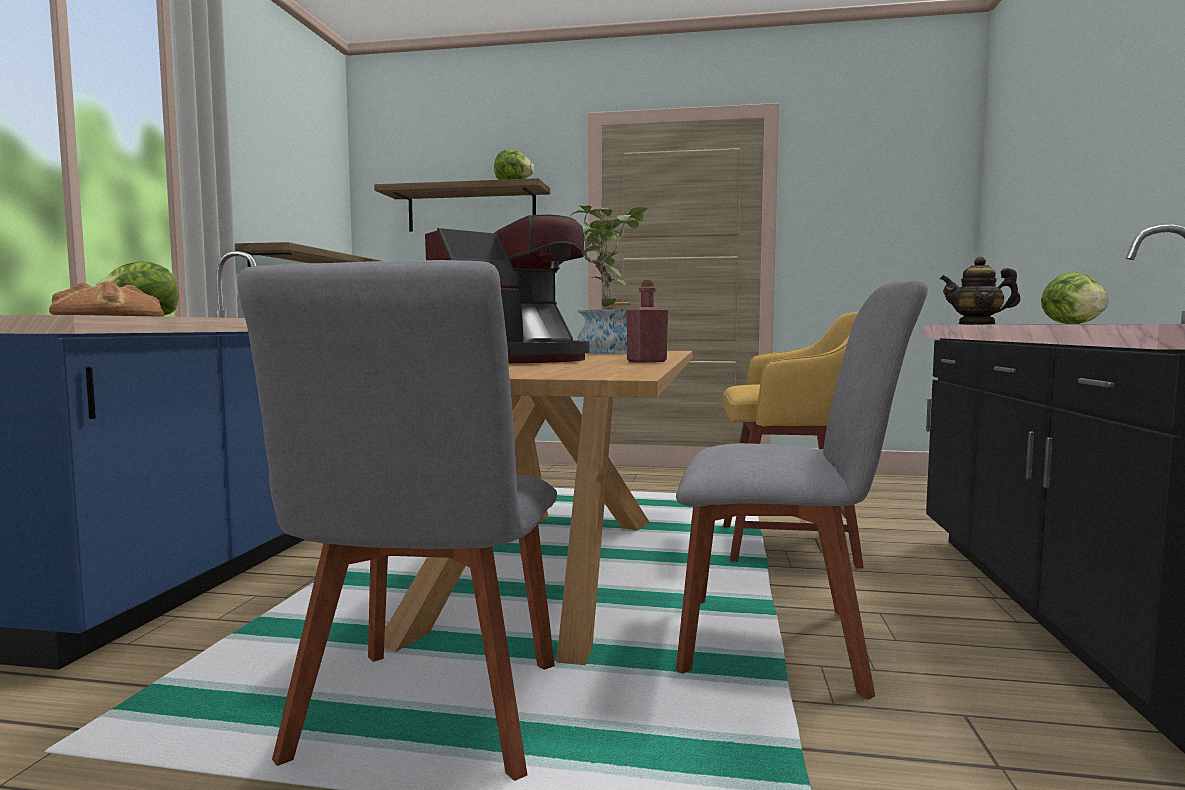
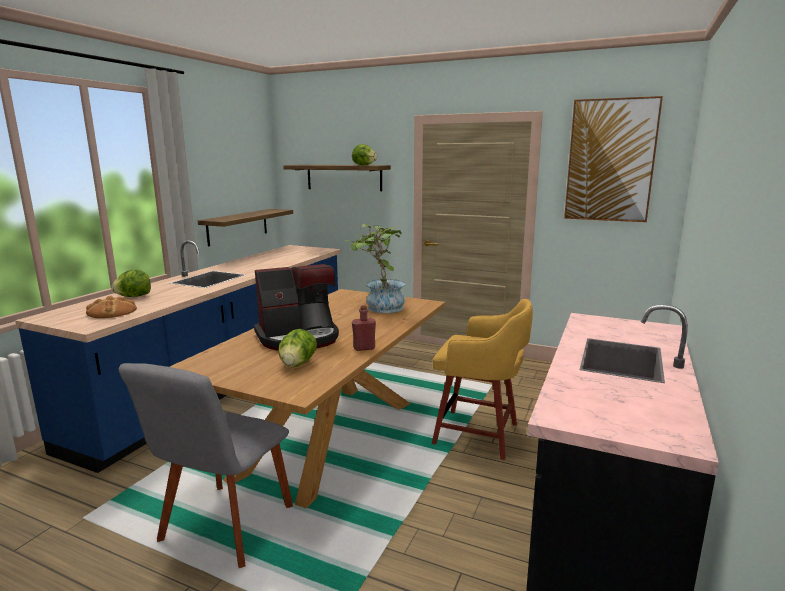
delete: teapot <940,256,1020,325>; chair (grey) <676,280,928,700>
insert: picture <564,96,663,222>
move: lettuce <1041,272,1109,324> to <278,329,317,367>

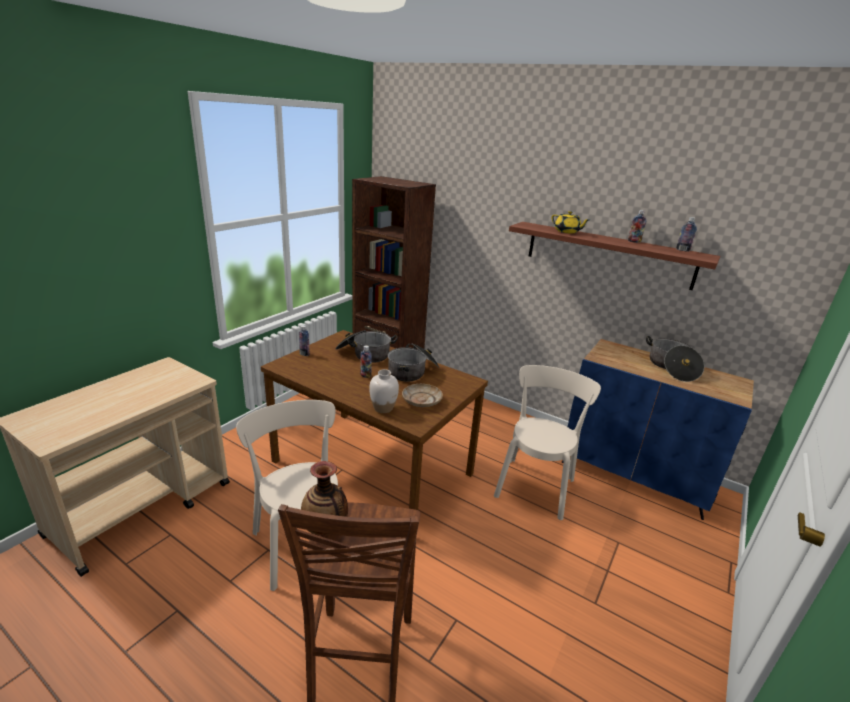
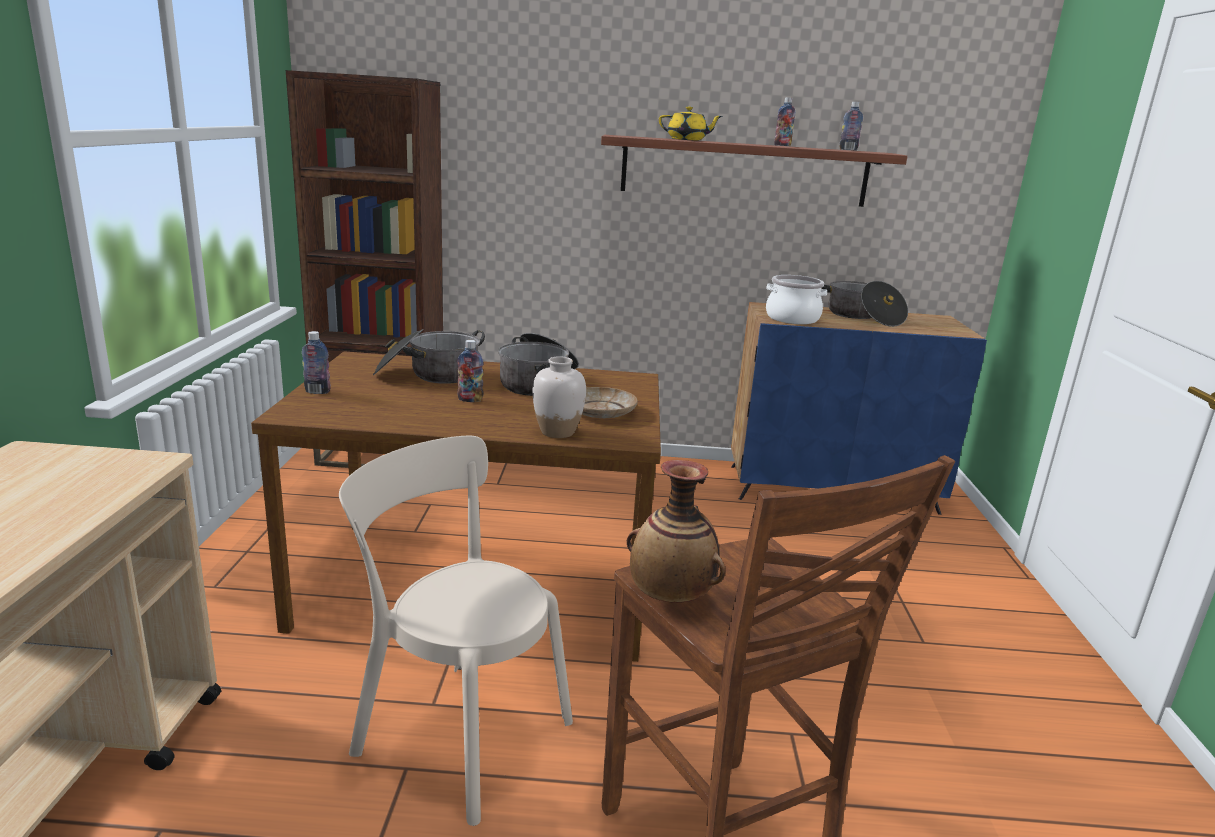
delete: chair (beige) <494,365,601,520>
insert: cooking pot <766,275,827,324>

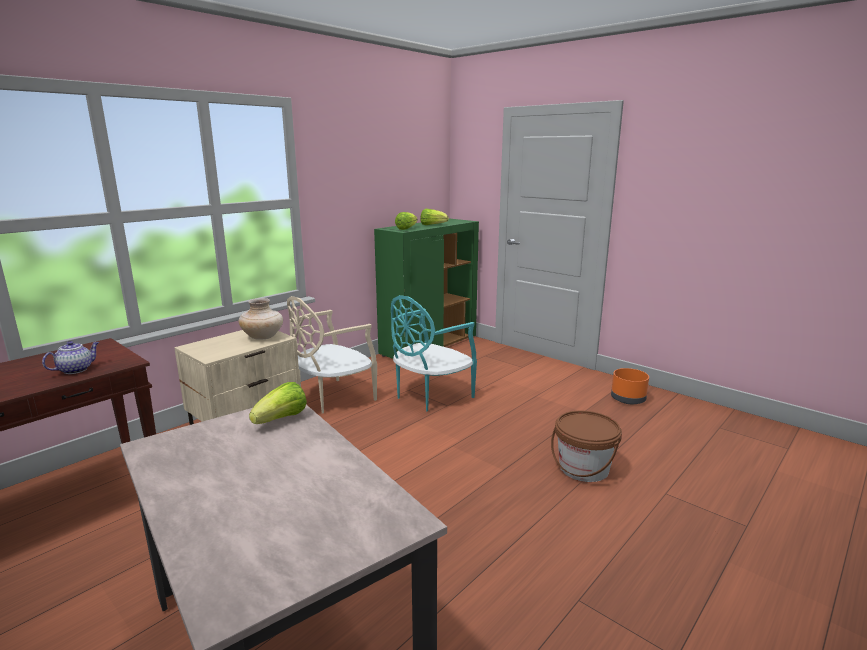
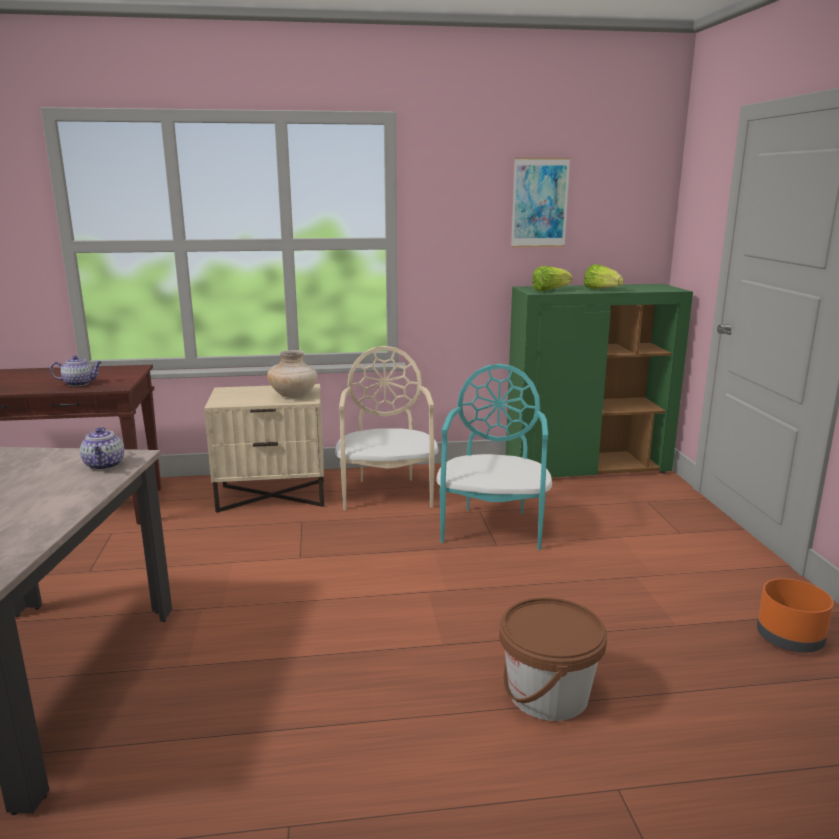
insert: picture <511,157,570,247>
replace: lettuce <249,382,307,424> to teapot <80,427,124,470>
rotate: chair (turquoise) <391,295,477,411> = <436,364,552,550> 105 degrees clockwise; chair (beige) <287,296,377,414> = <335,346,438,510> 90 degrees clockwise

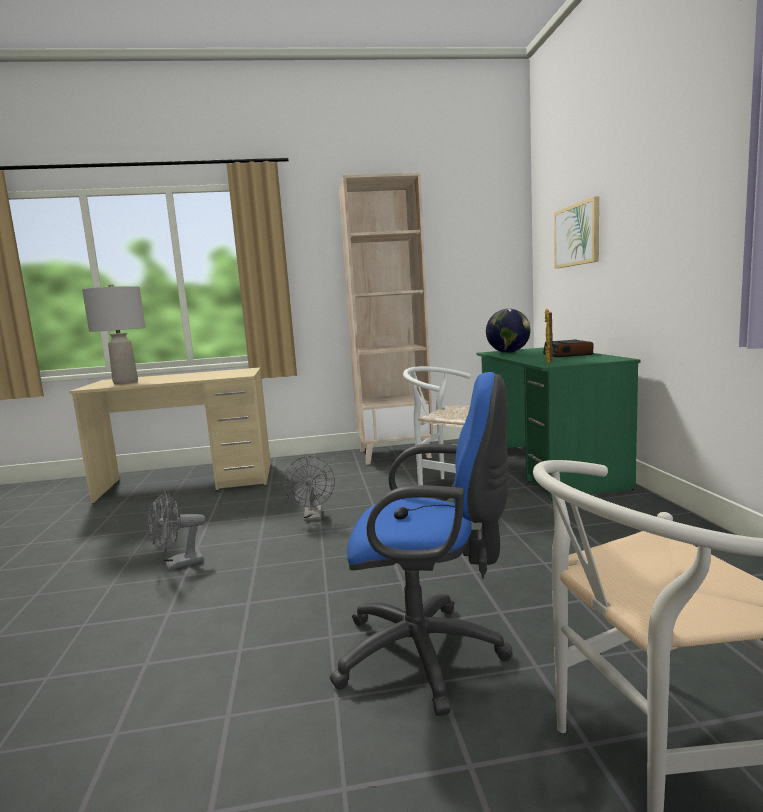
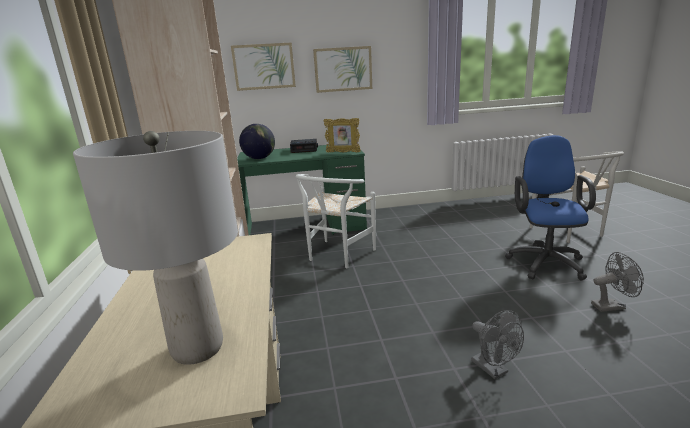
insert: picture <313,46,372,93>
move: fan (grey) <283,456,335,521> to <591,252,644,312>

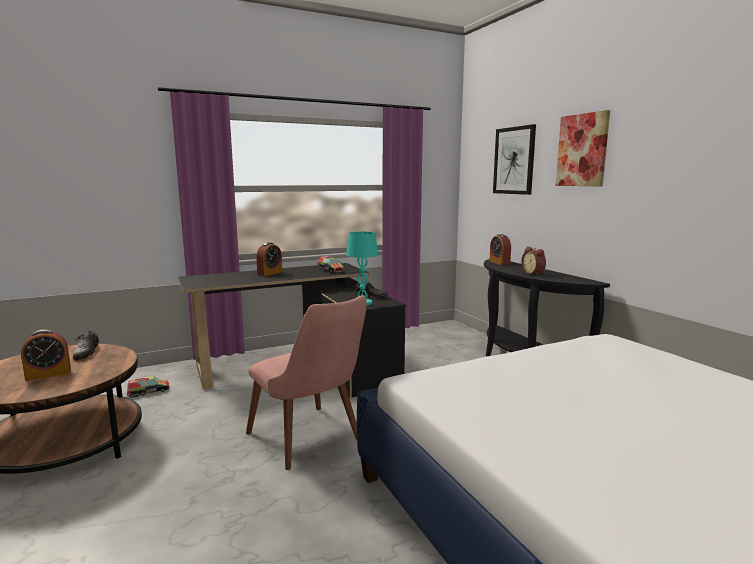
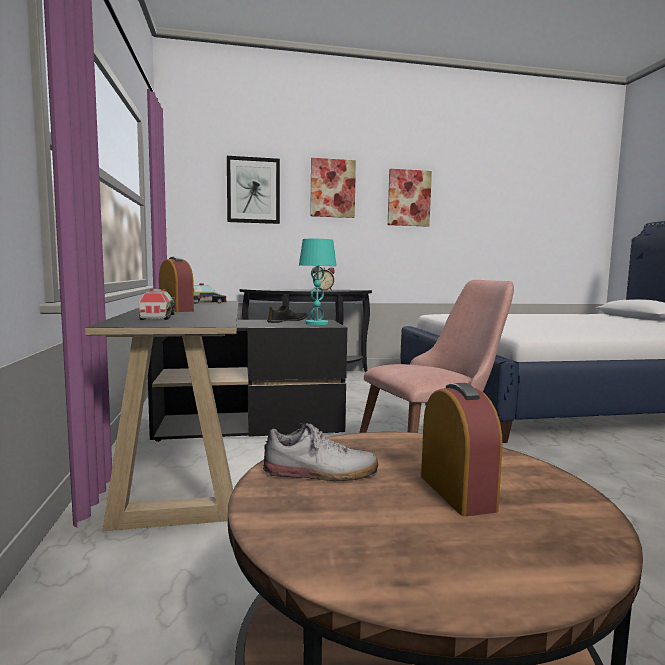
delete: alarm clock <489,234,511,265>
insert: picture <388,169,432,227>
move: toy truck <127,376,170,398> to <139,289,175,320>

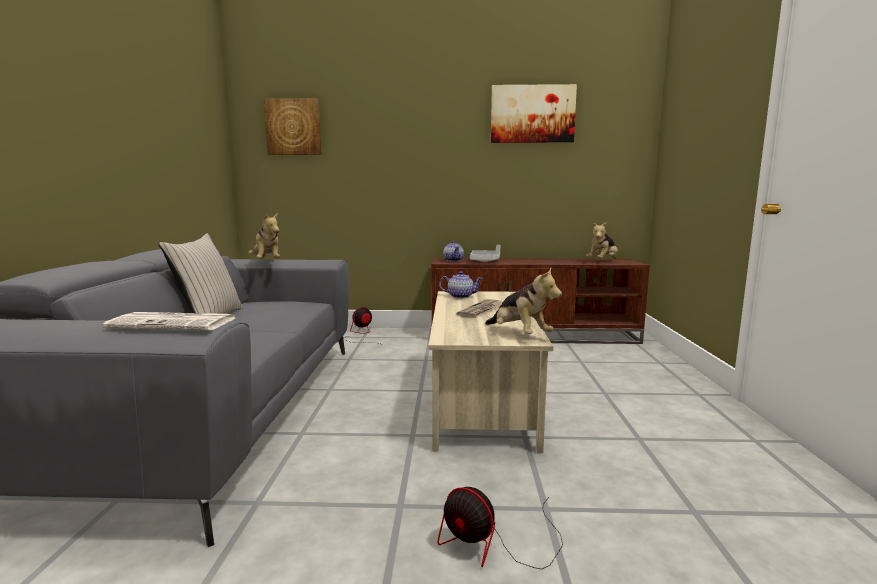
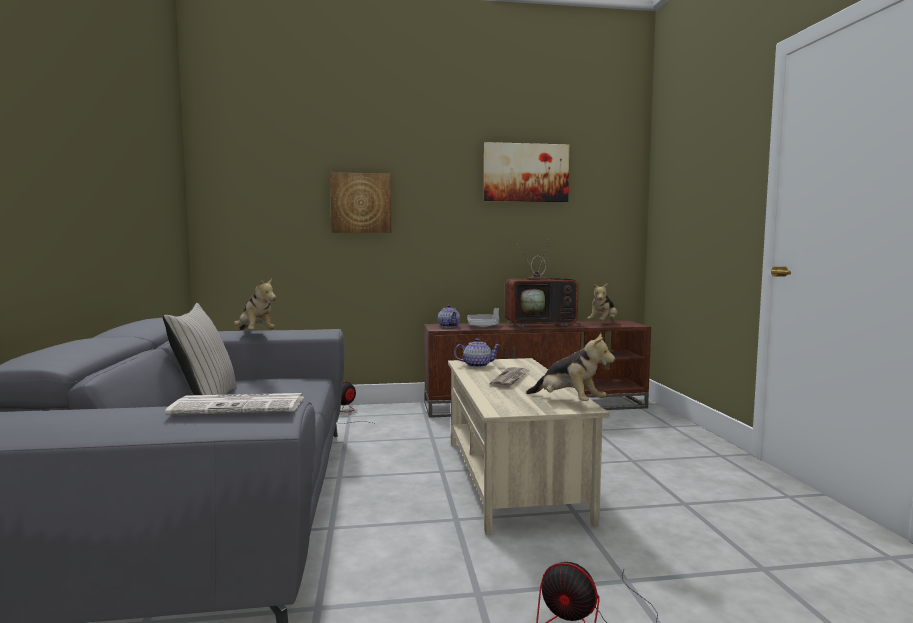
insert: television <505,239,582,328>
move: picture <264,98,321,155> to <330,172,391,233>

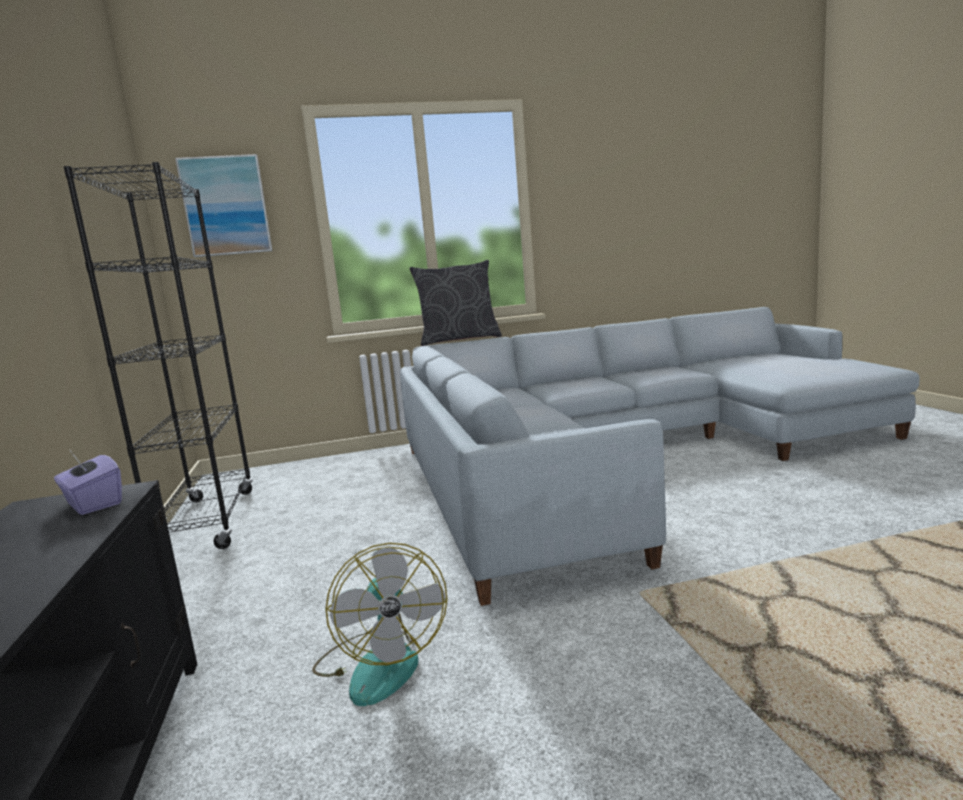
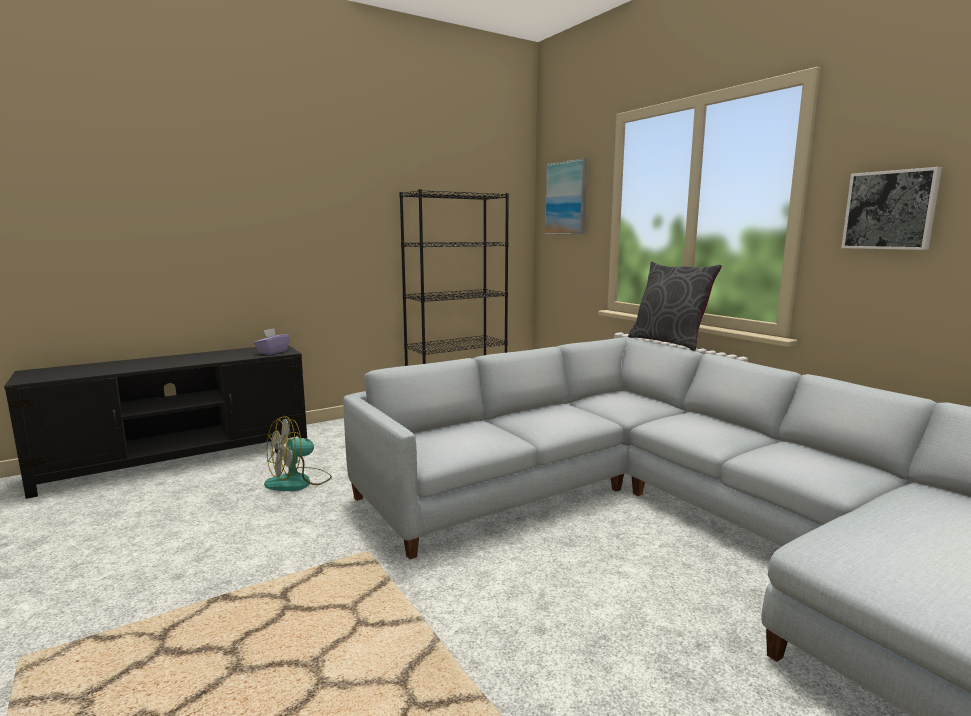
insert: picture <841,167,942,250>

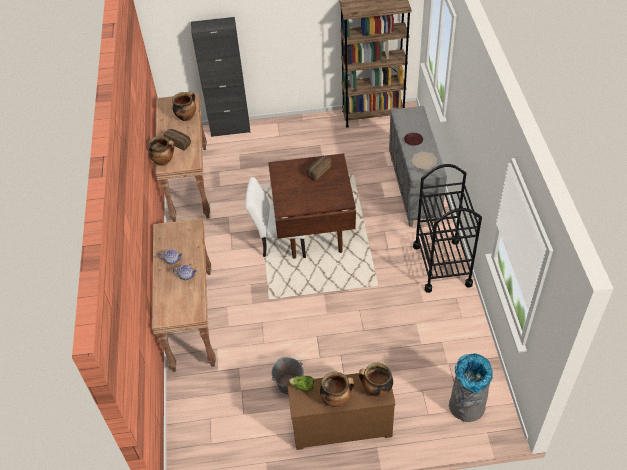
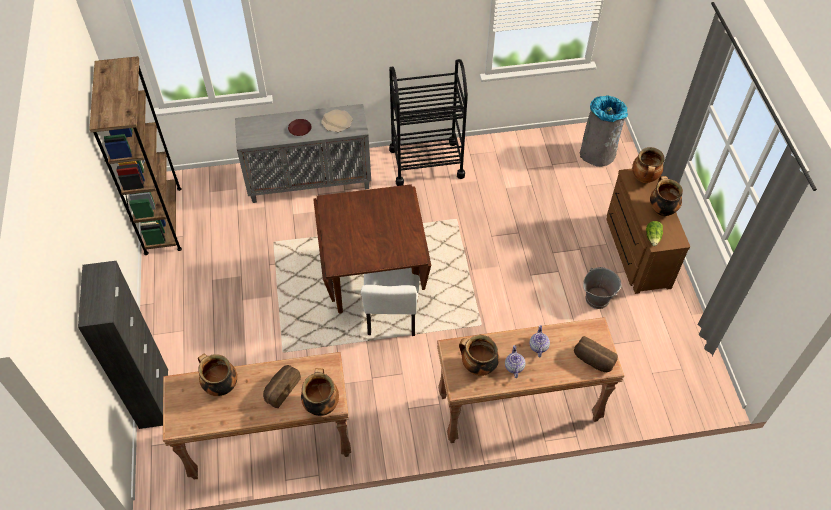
insert: cooking pot <459,335,499,376>
move: bread <307,156,331,181> to <574,336,618,372>

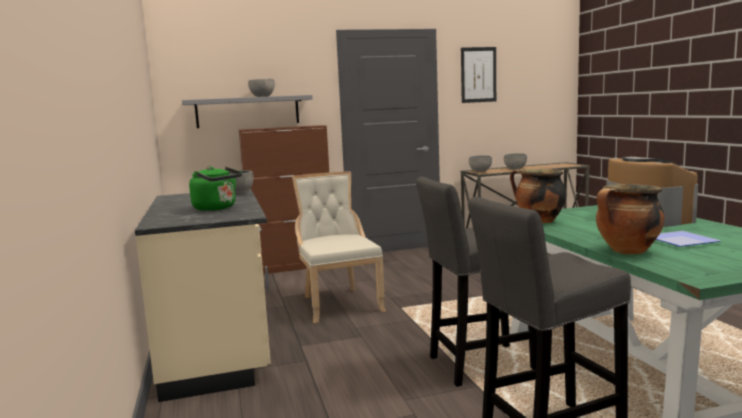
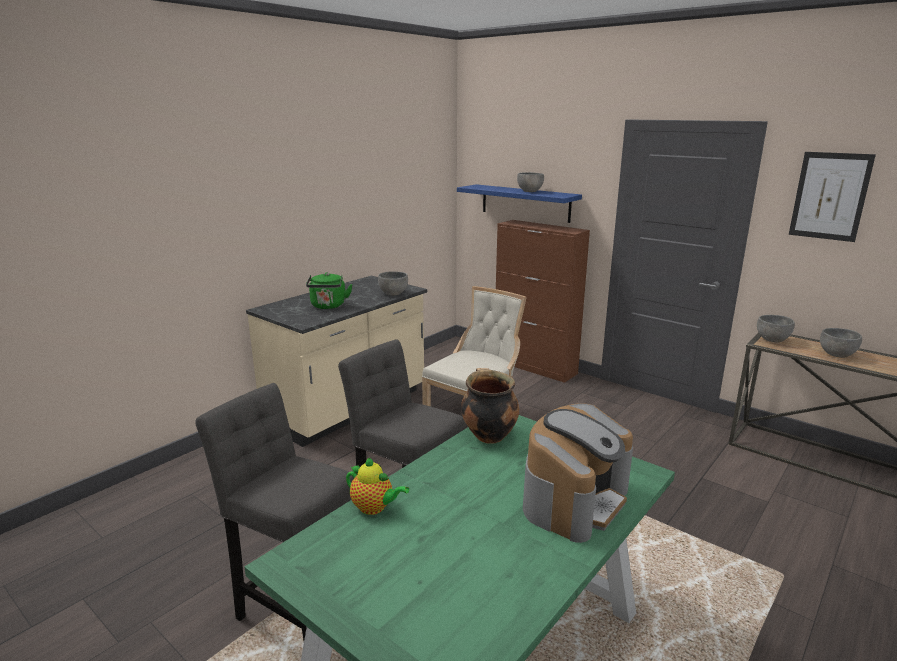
delete: plate <656,231,721,247>
replace: cooking pot <596,184,665,254> to teapot <346,458,409,515>
recolor: shelf (grey) <182,95,313,128> to shelf (blue) <457,184,582,223>

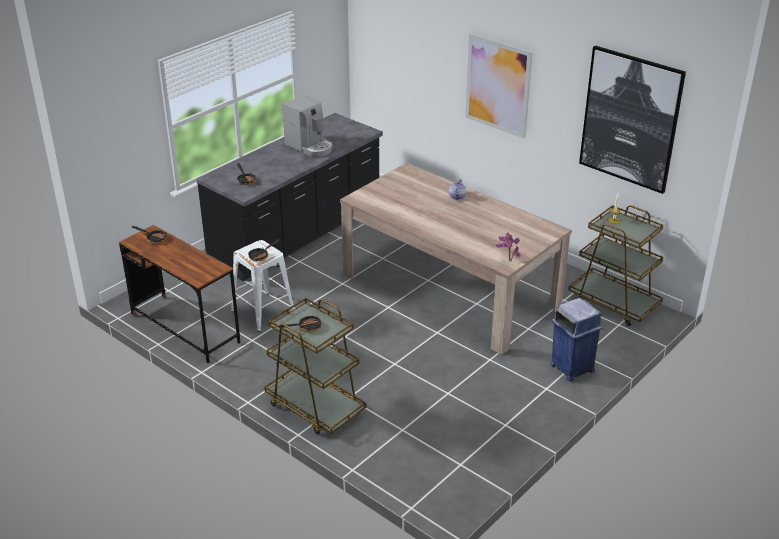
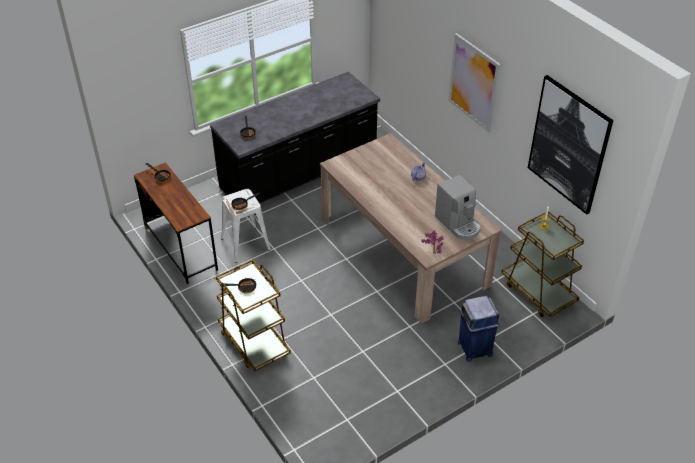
move: coffee machine <282,95,333,157> to <435,175,481,240>

